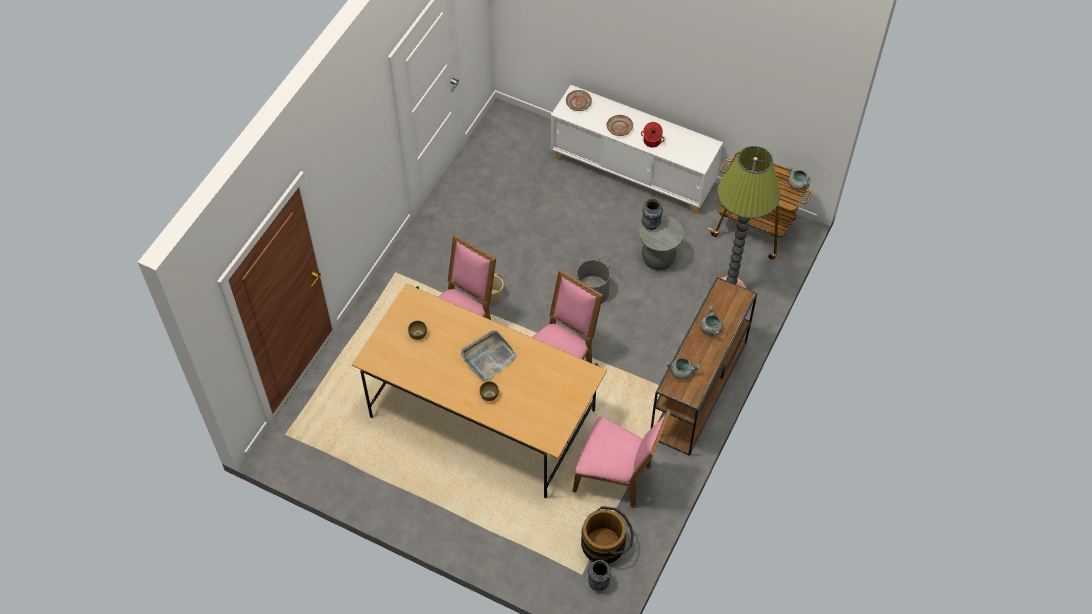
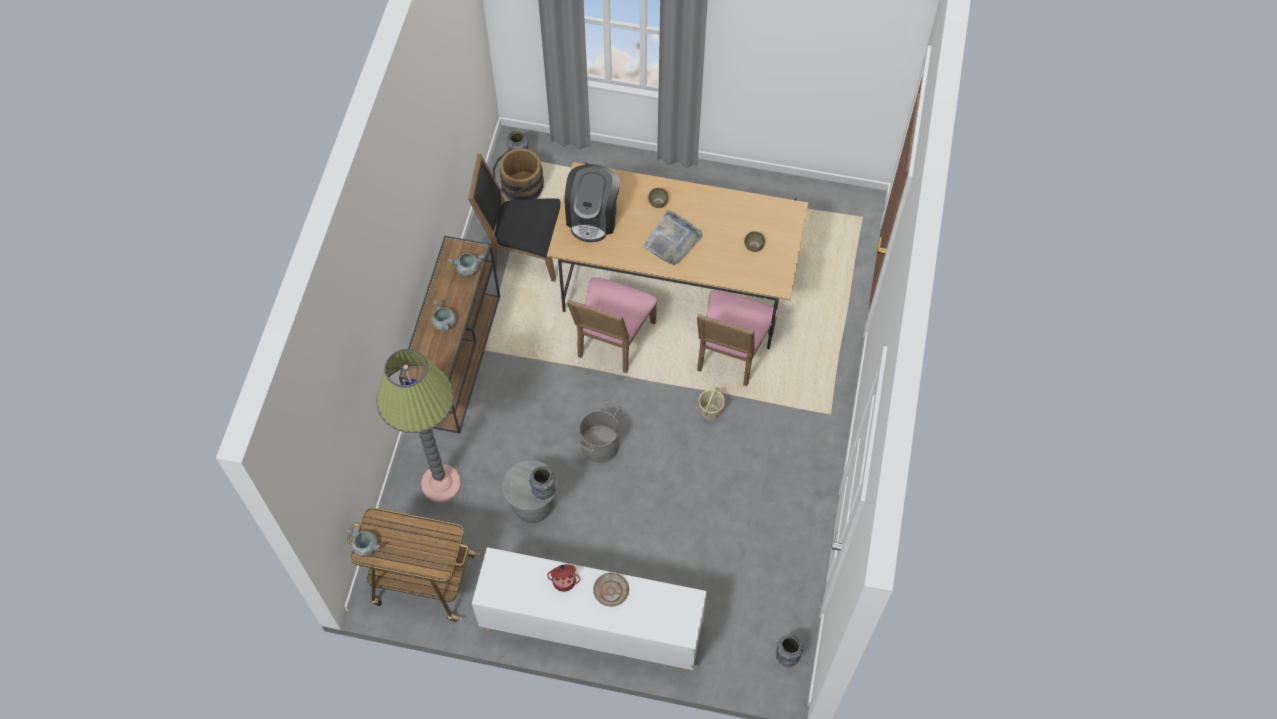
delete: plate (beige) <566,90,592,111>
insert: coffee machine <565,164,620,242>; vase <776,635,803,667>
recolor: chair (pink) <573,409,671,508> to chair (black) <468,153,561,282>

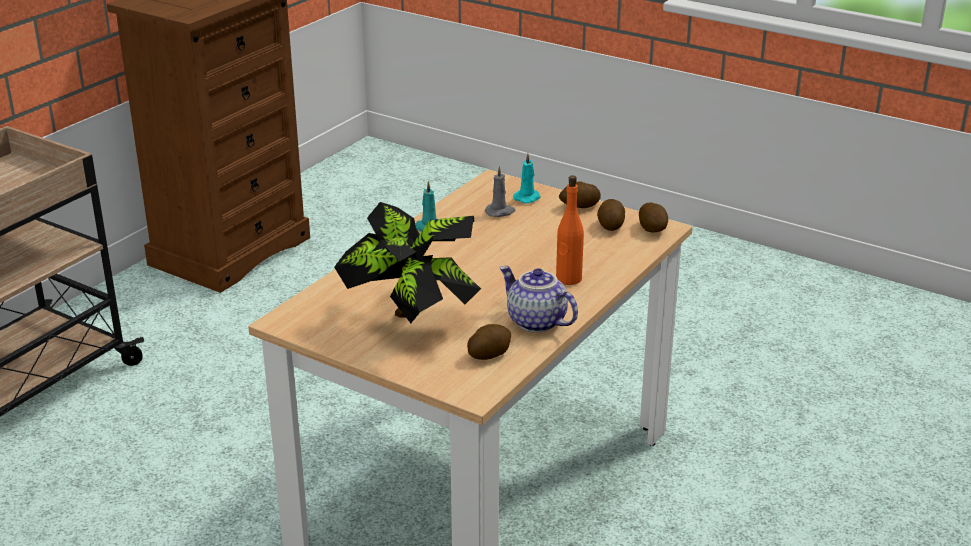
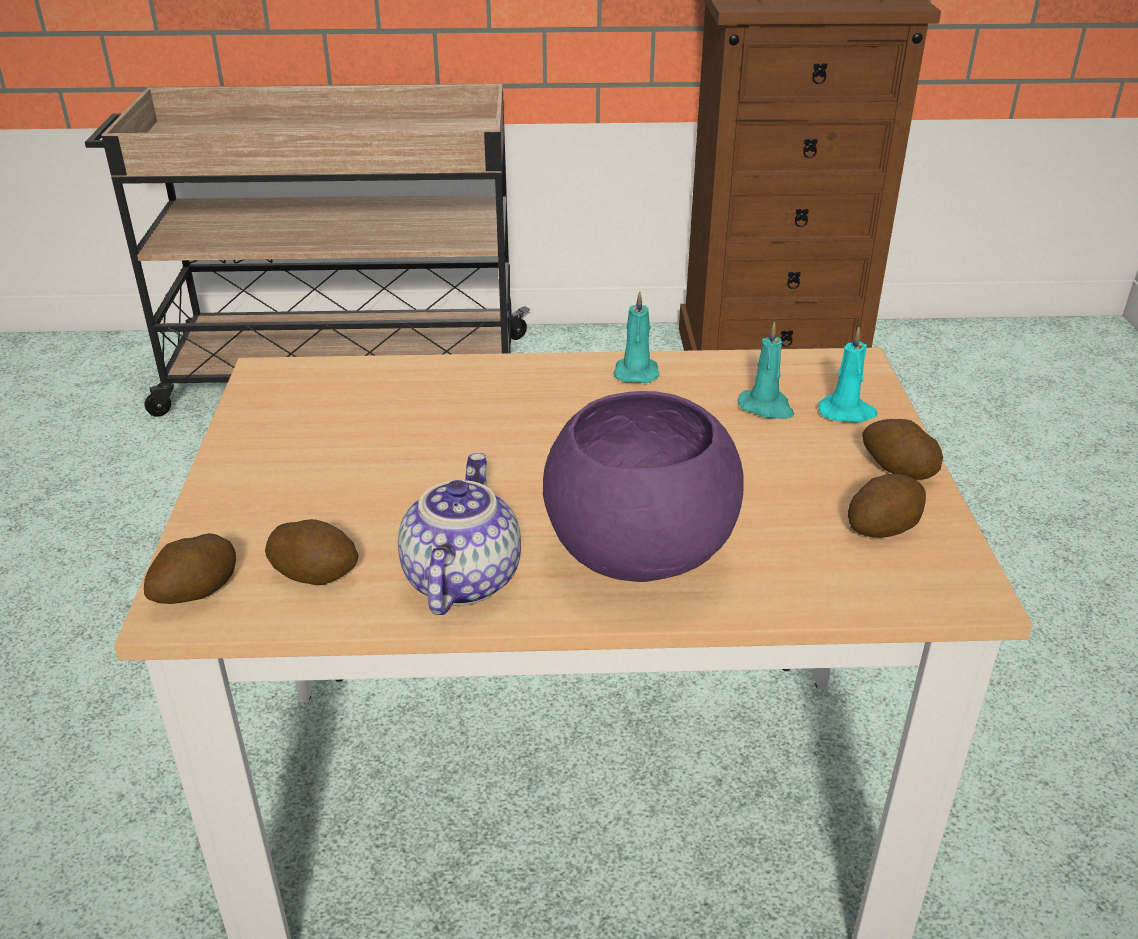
delete: potted plant <334,202,481,323>
move: potato <639,203,668,232> to <144,533,236,604>
replace: bottle (orange) <556,175,584,285> to bowl (purple) <543,391,744,582>
recolor: candle (grey) <485,166,515,217> to candle (turquoise) <738,322,794,419>

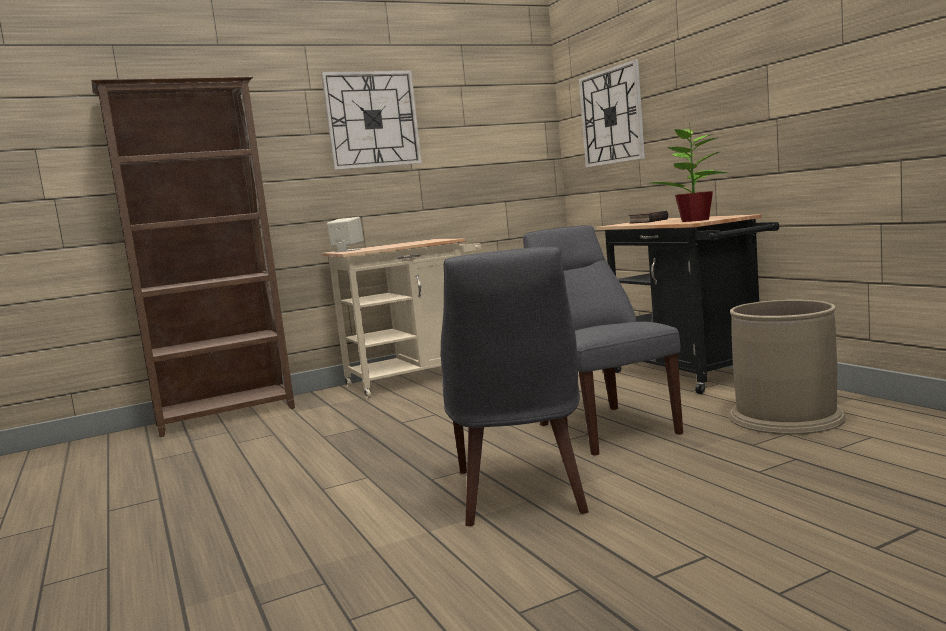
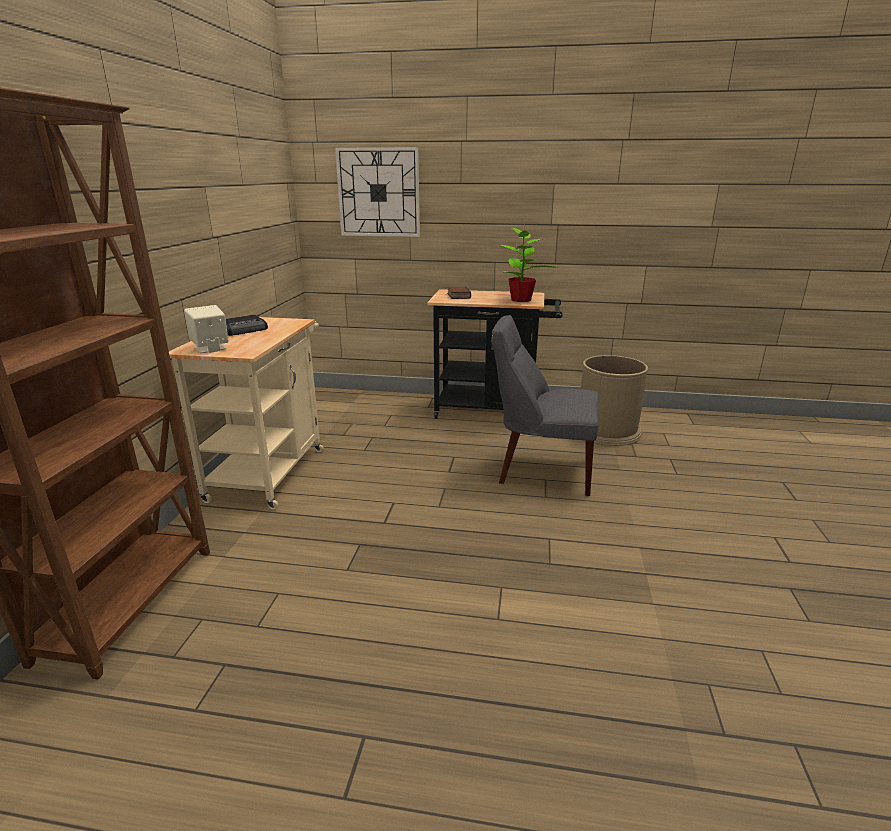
delete: wall clock <321,71,422,170>; chair (grey) <441,247,589,526>
insert: radio <226,315,268,336>

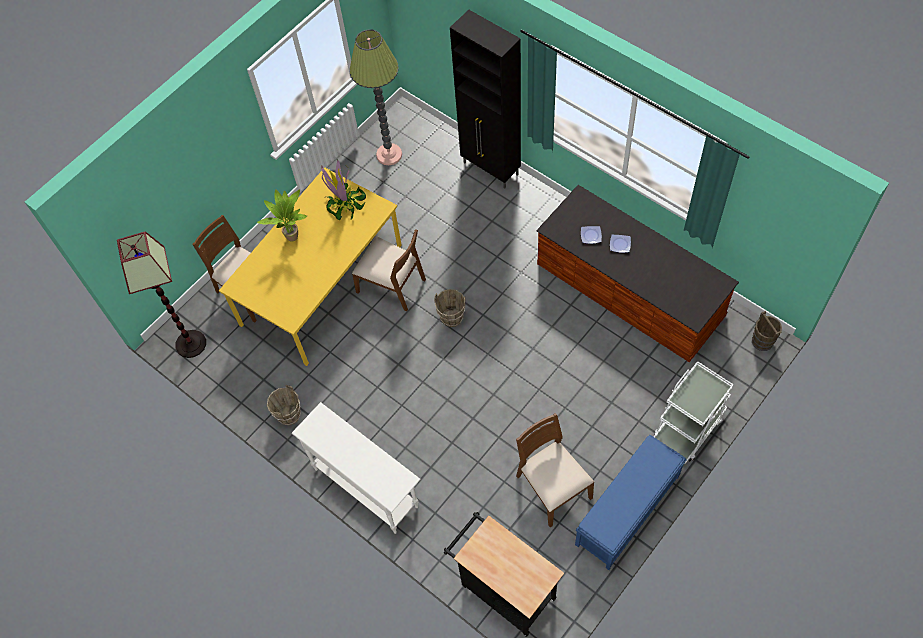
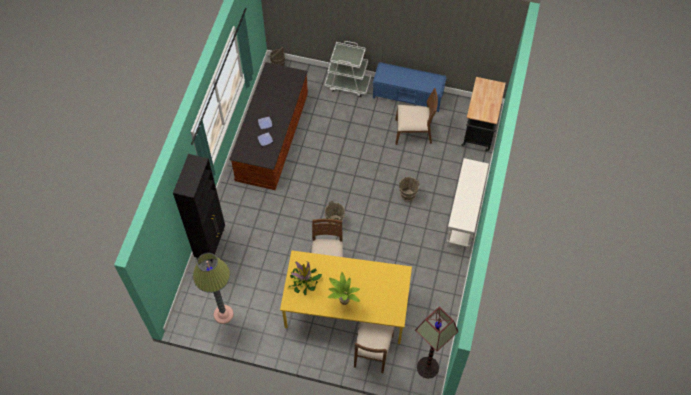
move: bucket (brown) <267,385,301,425> to <399,177,419,202>
rotate: chair (brown) <516,413,594,527> = <395,88,438,145> 120 degrees counterclockwise

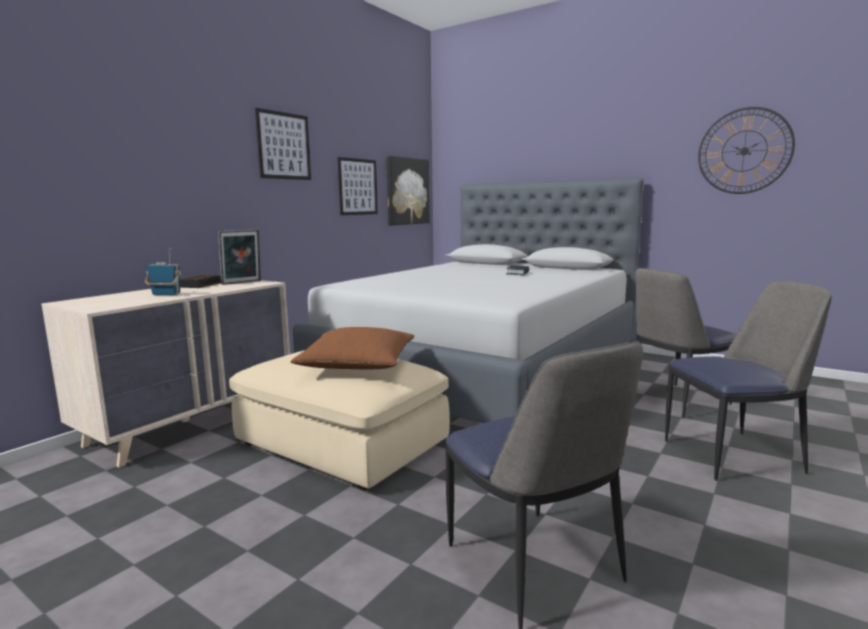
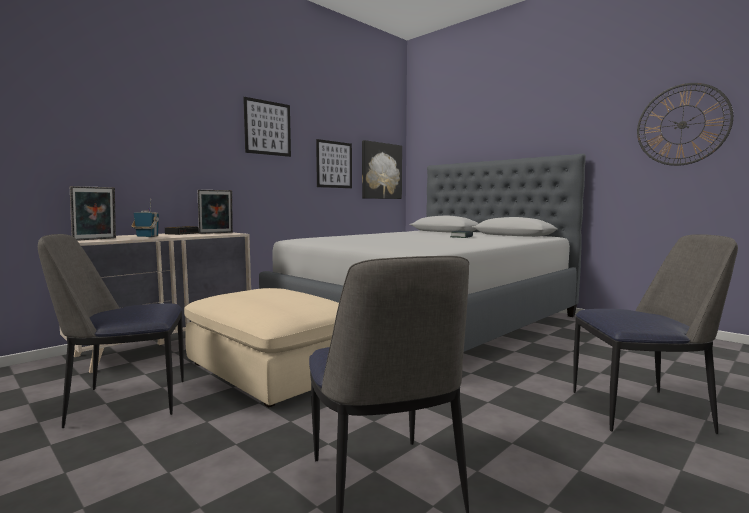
delete: pillow (brown) <290,327,415,369>
insert: picture frame <70,186,116,241>
move: chair <635,268,736,418> to <38,234,184,428>

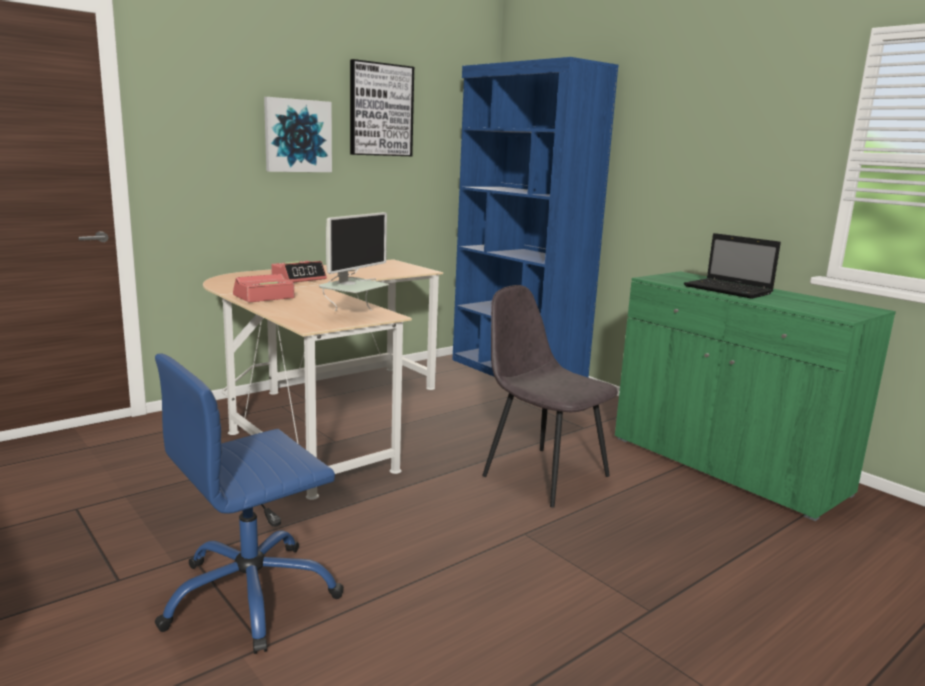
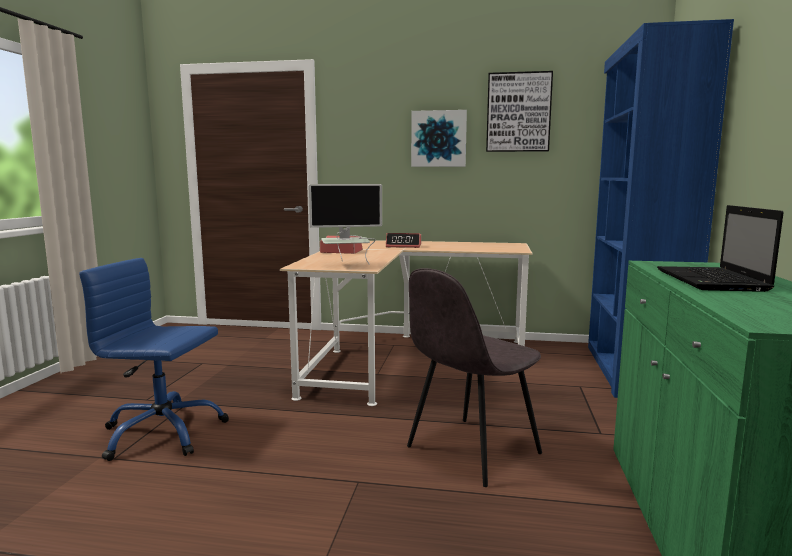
rotate: chair (grey) <482,285,618,508> = <407,268,542,487> 135 degrees counterclockwise

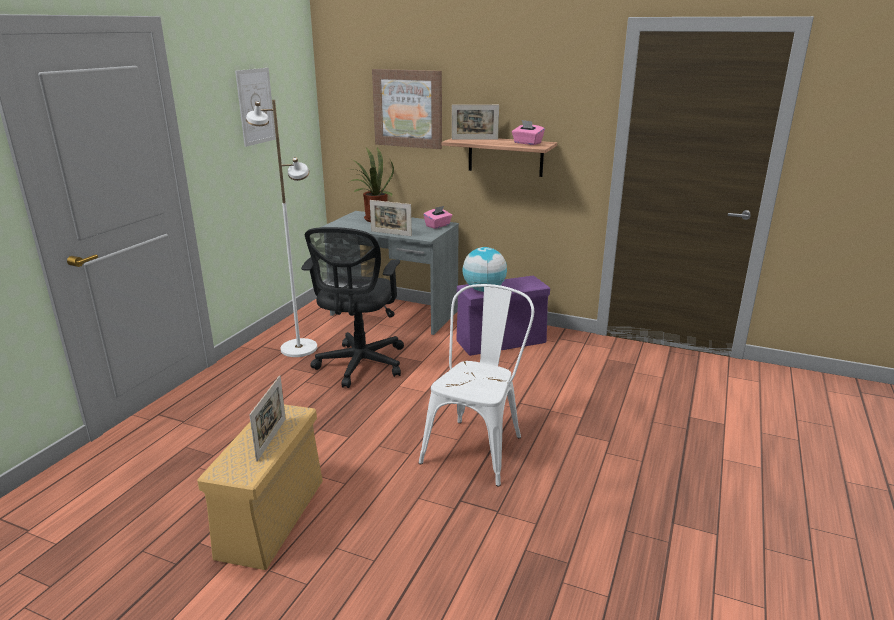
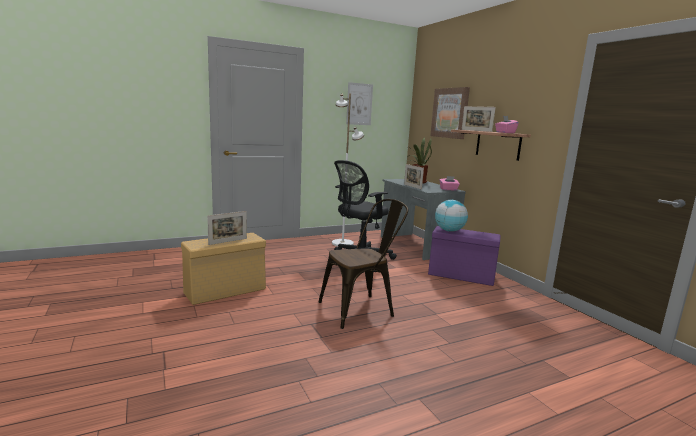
recolor: chair (white) <419,284,534,487> to chair (brown) <318,199,408,329>

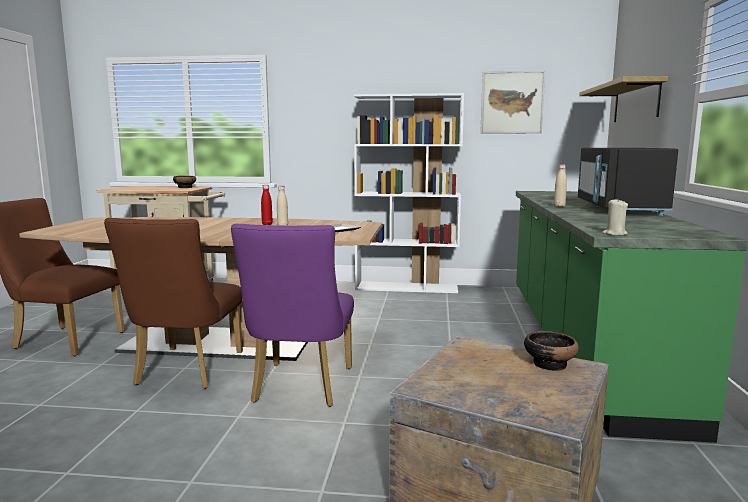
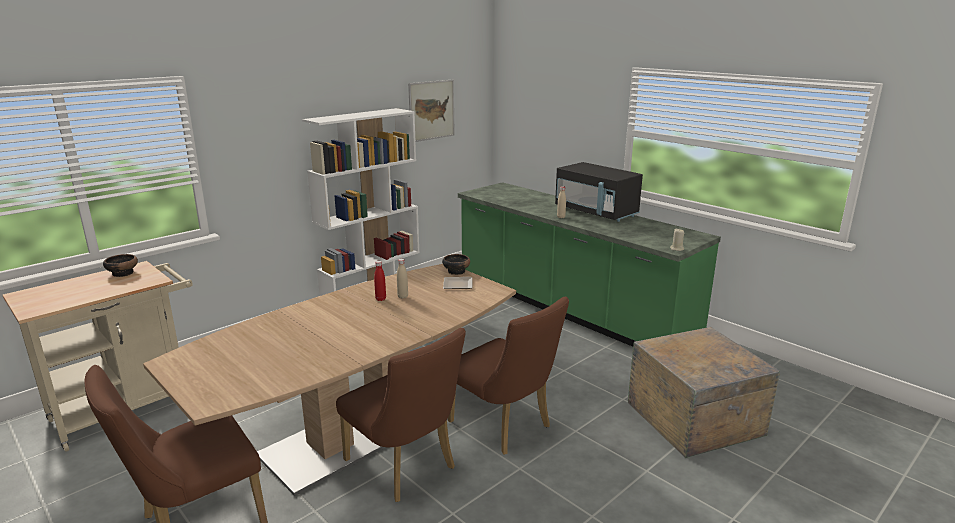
delete: shelf <579,76,668,122>
move: bowl <524,331,579,371> to <442,254,470,275>
recolor: chair (purple) <231,224,354,407> to chair (brown) <448,297,569,455>

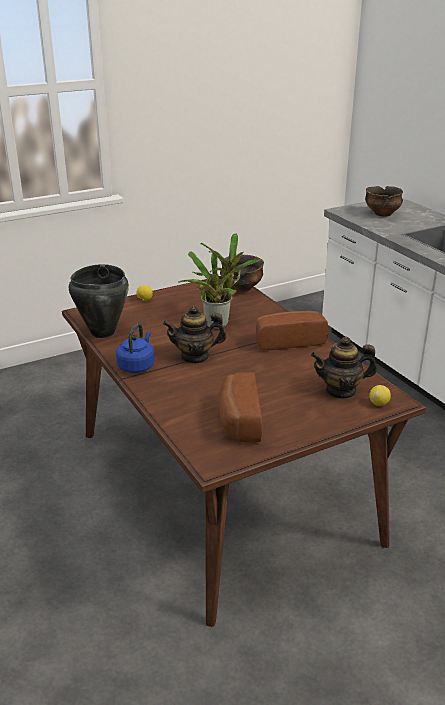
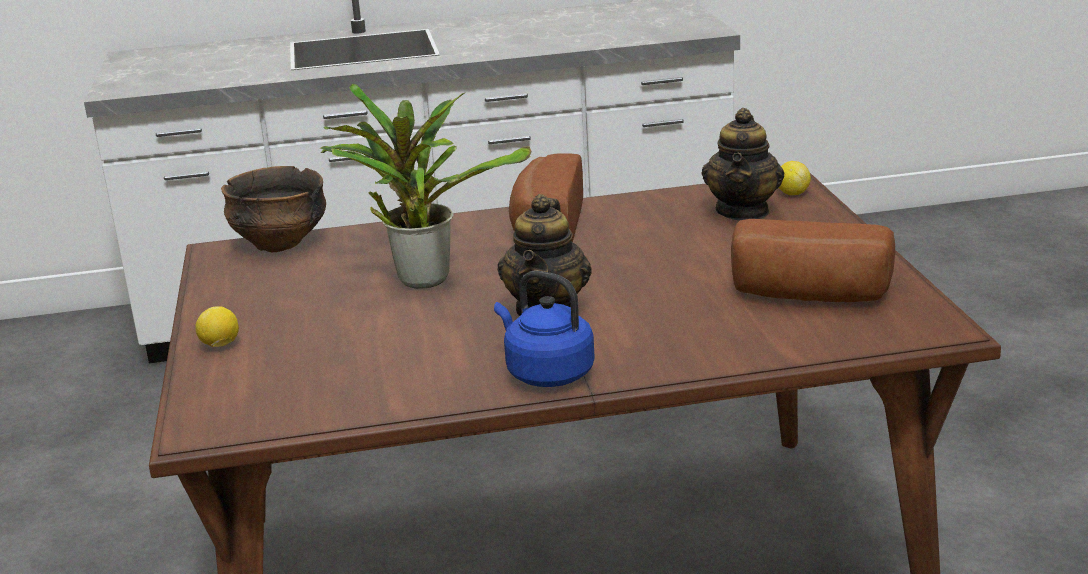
delete: bowl <365,186,403,216>; cooking pot (black) <69,264,129,338>

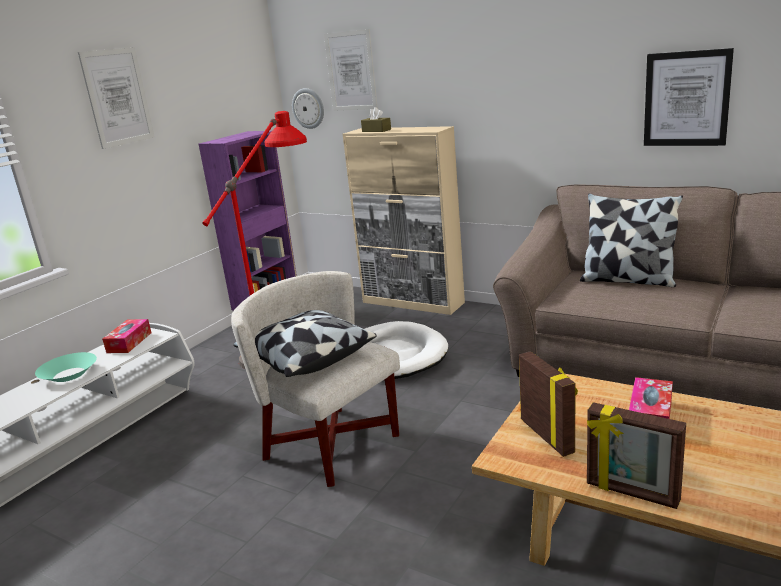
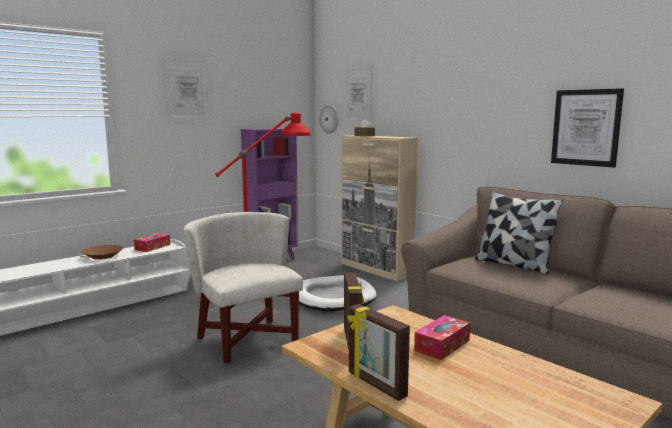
delete: pillow <233,310,377,377>
recolor: bowl (turquoise) <35,352,97,382> to bowl (brown) <81,245,123,260>

